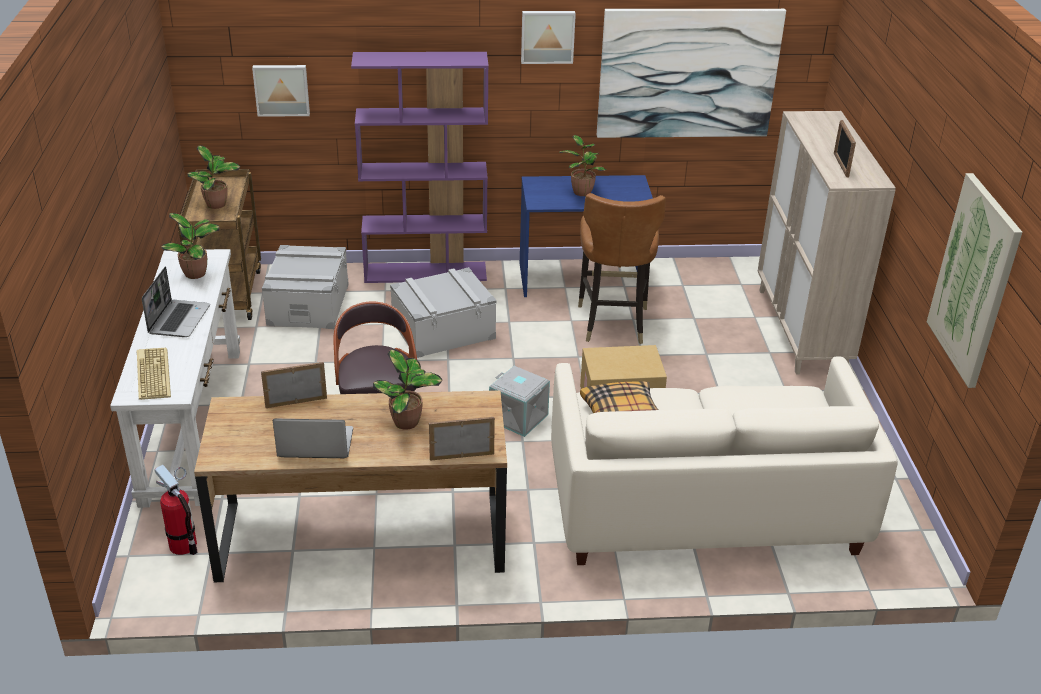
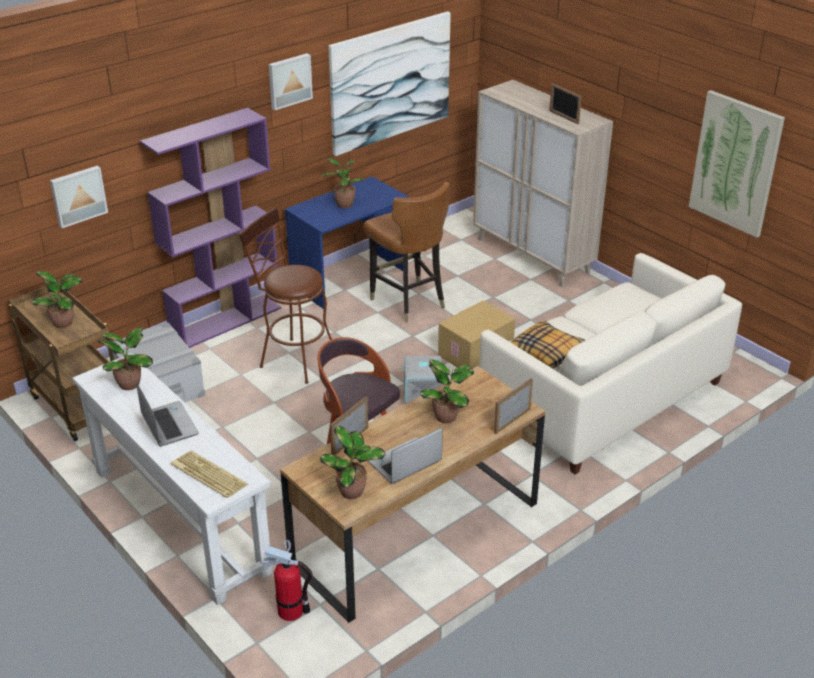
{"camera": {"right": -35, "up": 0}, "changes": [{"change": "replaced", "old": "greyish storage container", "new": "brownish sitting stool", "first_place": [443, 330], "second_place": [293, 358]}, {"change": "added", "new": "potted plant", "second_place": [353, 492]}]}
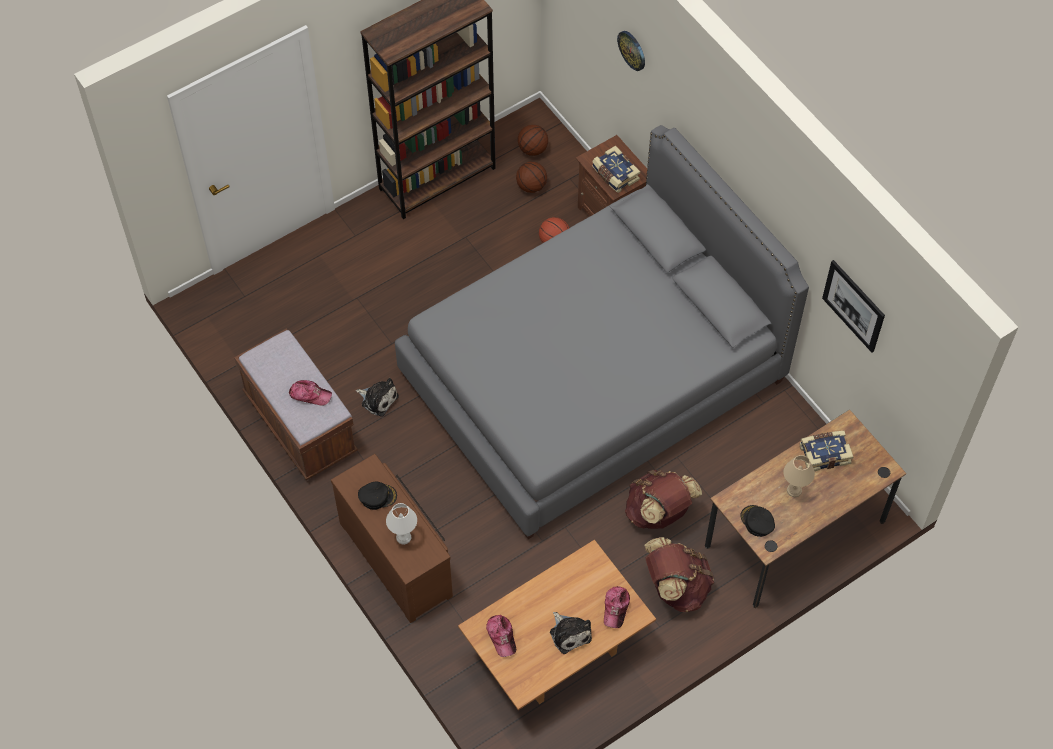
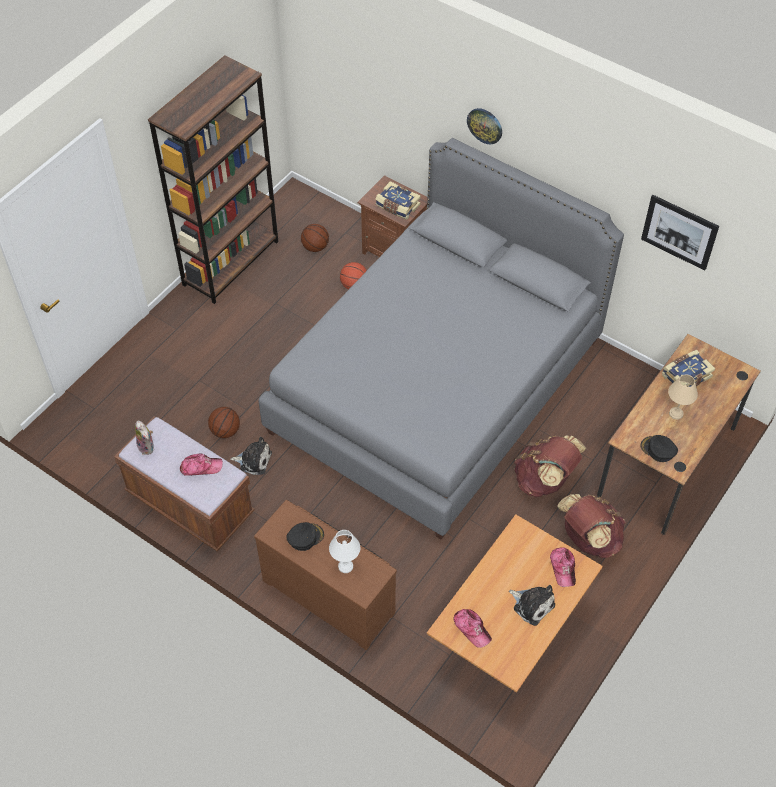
{"camera": {"right": -20, "up": -5}, "changes": [{"change": "moved", "old": "basketball ball", "first_place": [532, 149], "second_place": [225, 431]}, {"change": "moved", "old": "wall clock", "first_place": [632, 50], "second_place": [485, 125]}, {"change": "added", "new": "soft toy", "second_place": [147, 447]}]}
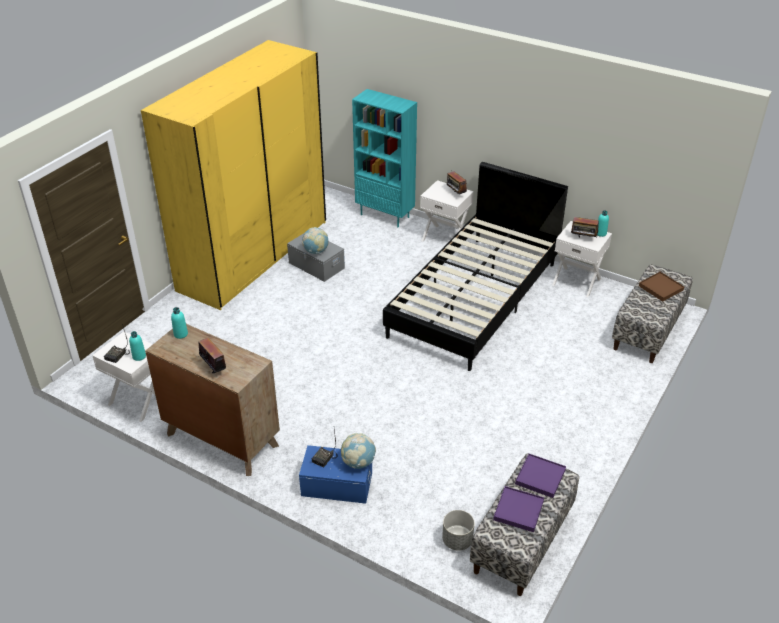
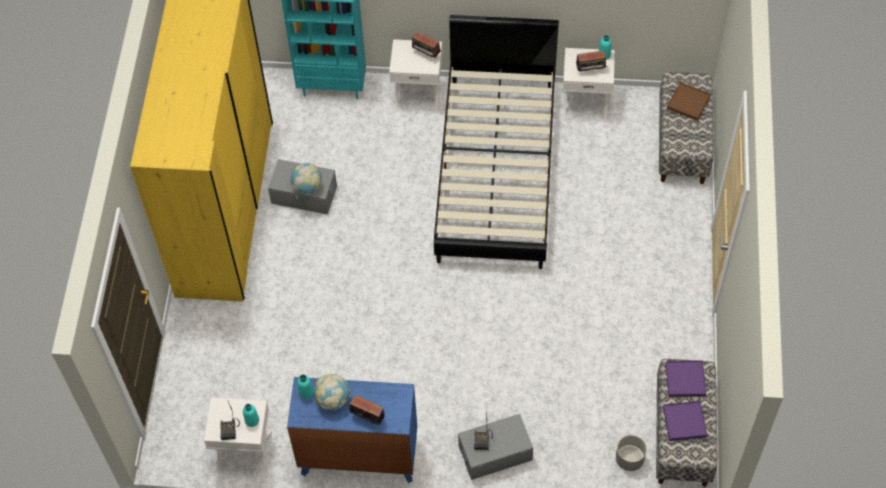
{"camera": {"right": -25, "up": 20}, "changes": [{"change": "recoloured", "old": "brownish chest of drawers", "new": "bluish chest of drawers", "first_place": [222, 439], "second_place": [358, 455]}, {"change": "recoloured", "old": "bluish storage container", "new": "greyish storage container", "first_place": [336, 483], "second_place": [494, 452]}, {"change": "moved", "old": "world globe", "first_place": [358, 462], "second_place": [333, 399]}]}
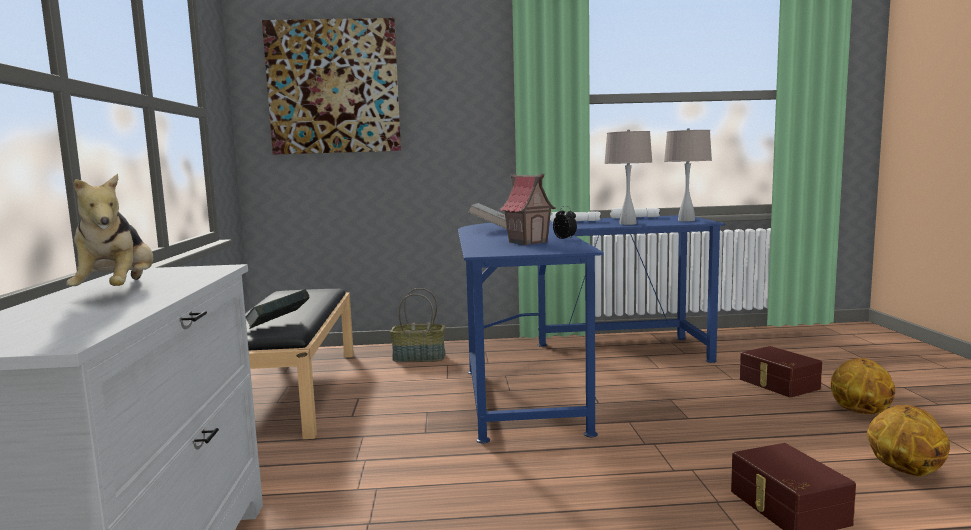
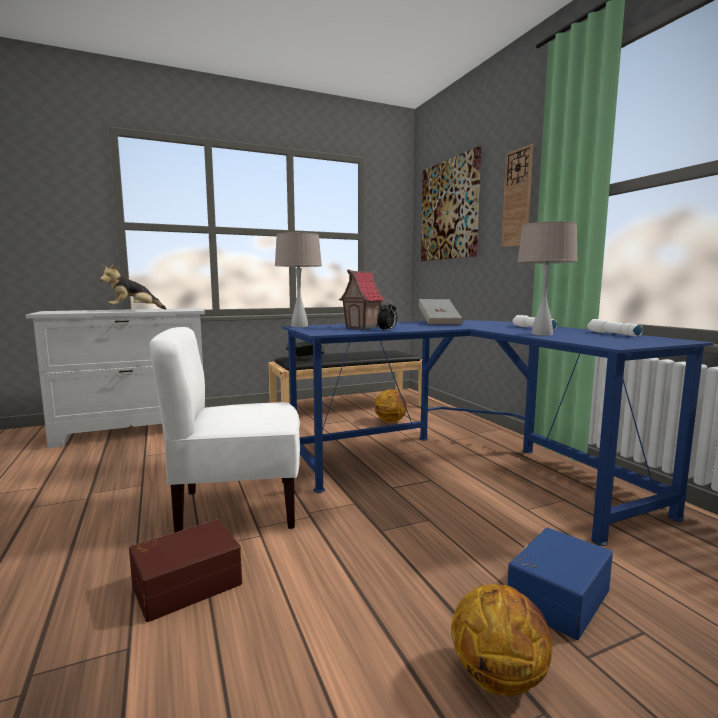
{"camera": {"right": 70, "up": 0}, "changes": [{"change": "removed", "old": "storage basket", "first_place": [418, 358]}, {"change": "moved", "old": "sand-coloured table lamp", "first_place": [686, 220], "second_place": [299, 326]}, {"change": "recoloured", "old": "brownish storage container", "new": "bluish storage container", "first_place": [778, 384], "second_place": [555, 596]}, {"change": "moved", "old": "basketball ball", "first_place": [904, 470], "second_place": [391, 421]}, {"change": "added", "new": "whitish upright chair", "second_place": [237, 508]}, {"change": "added", "new": "wall clock", "second_place": [517, 198]}]}
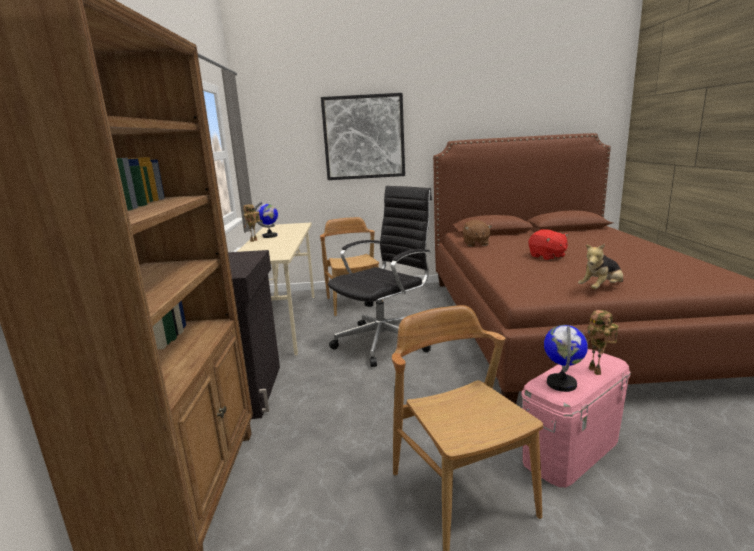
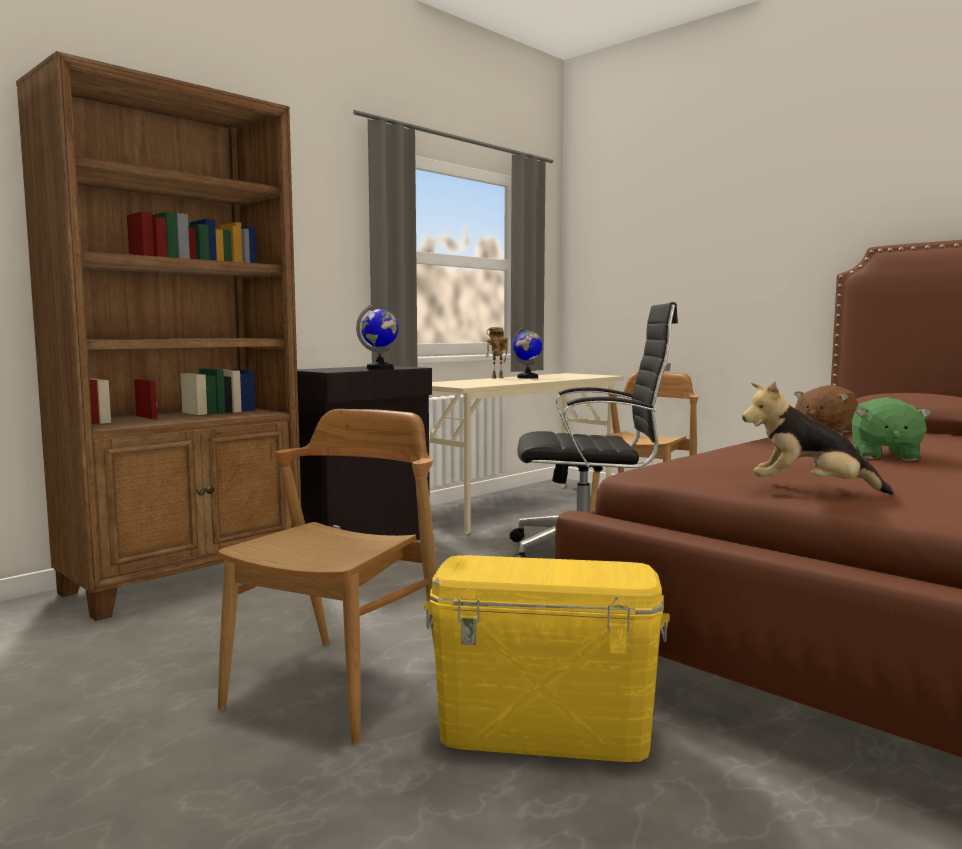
{"camera": {"right": 45, "up": -10}, "changes": [{"change": "removed", "old": "wall picture", "first_place": [364, 137]}, {"change": "recoloured", "old": "pink storage container", "new": "yellow-coloured storage container", "first_place": [571, 450], "second_place": [545, 730]}, {"change": "recoloured", "old": "red-coloured soft toy", "new": "green-coloured soft toy", "first_place": [547, 256], "second_place": [884, 456]}, {"change": "moved", "old": "world globe", "first_place": [562, 384], "second_place": [380, 368]}, {"change": "removed", "old": "model robot", "first_place": [597, 371]}]}
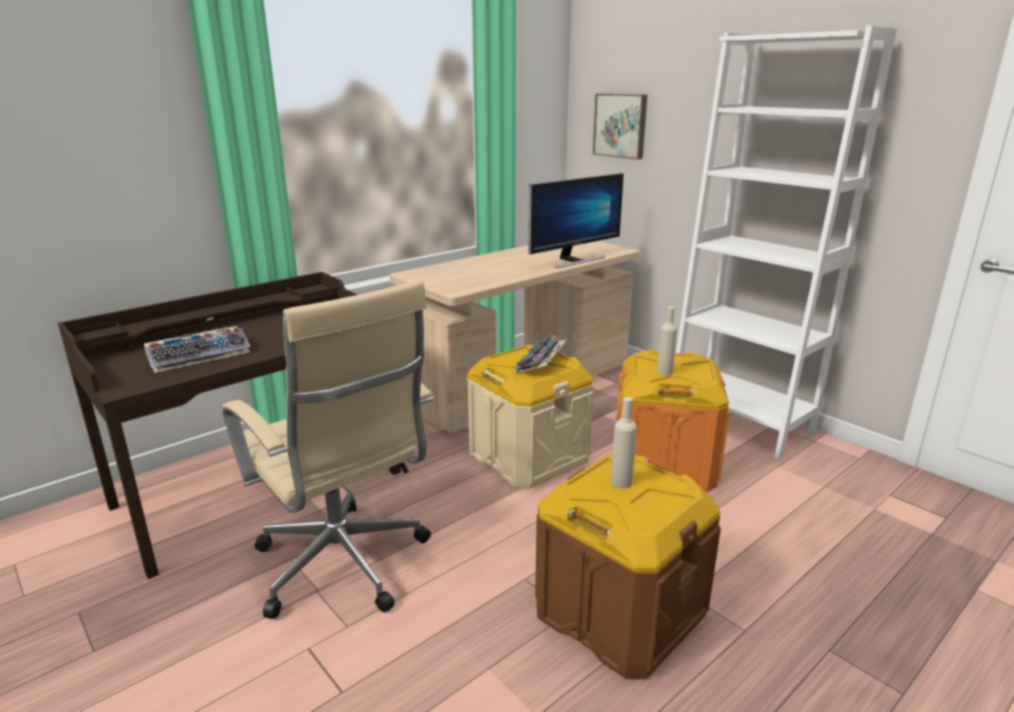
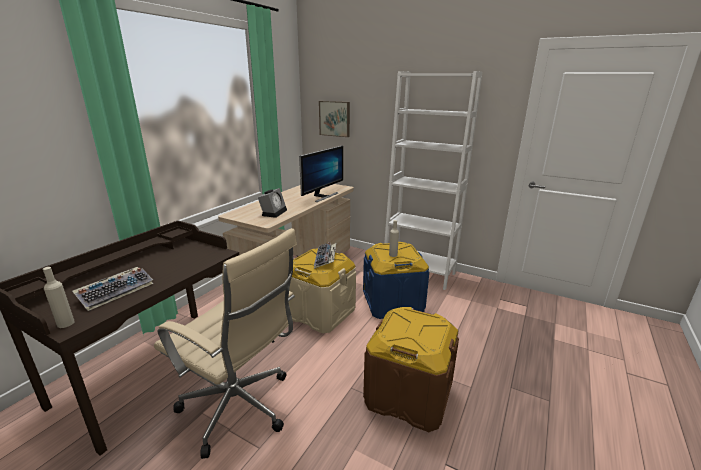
{"camera": {"right": -20, "up": 0}, "changes": [{"change": "moved", "old": "sand-coloured beverage bottle", "first_place": [621, 482], "second_place": [65, 323]}, {"change": "recoloured", "old": "orangey storage container", "new": "bluish storage container", "first_place": [664, 463], "second_place": [393, 303]}, {"change": "added", "new": "bedside clock", "second_place": [273, 212]}]}
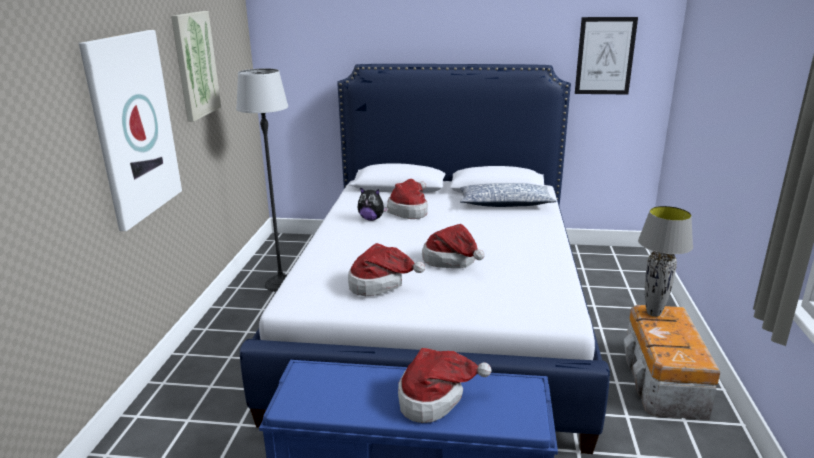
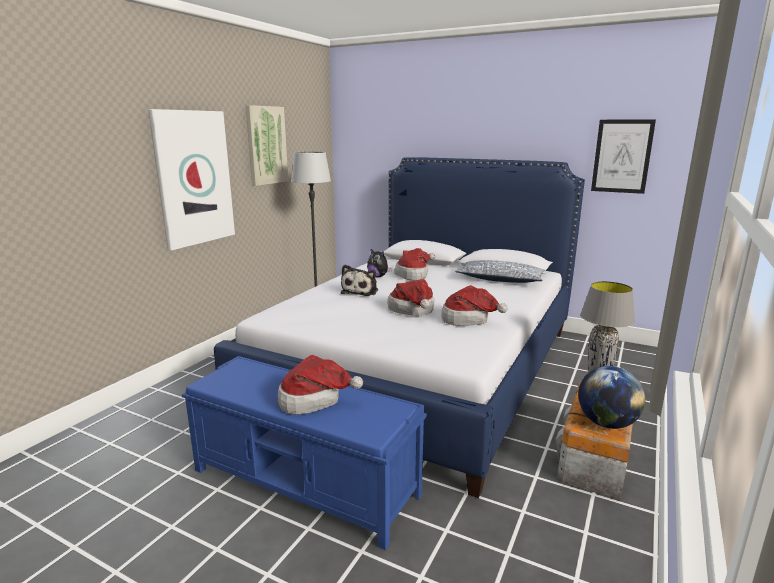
{"camera": {"right": 20, "up": -5}, "changes": [{"change": "moved", "old": "hat", "first_place": [380, 284], "second_place": [469, 319]}, {"change": "added", "new": "soft toy", "second_place": [361, 291]}, {"change": "added", "new": "world globe", "second_place": [606, 423]}]}
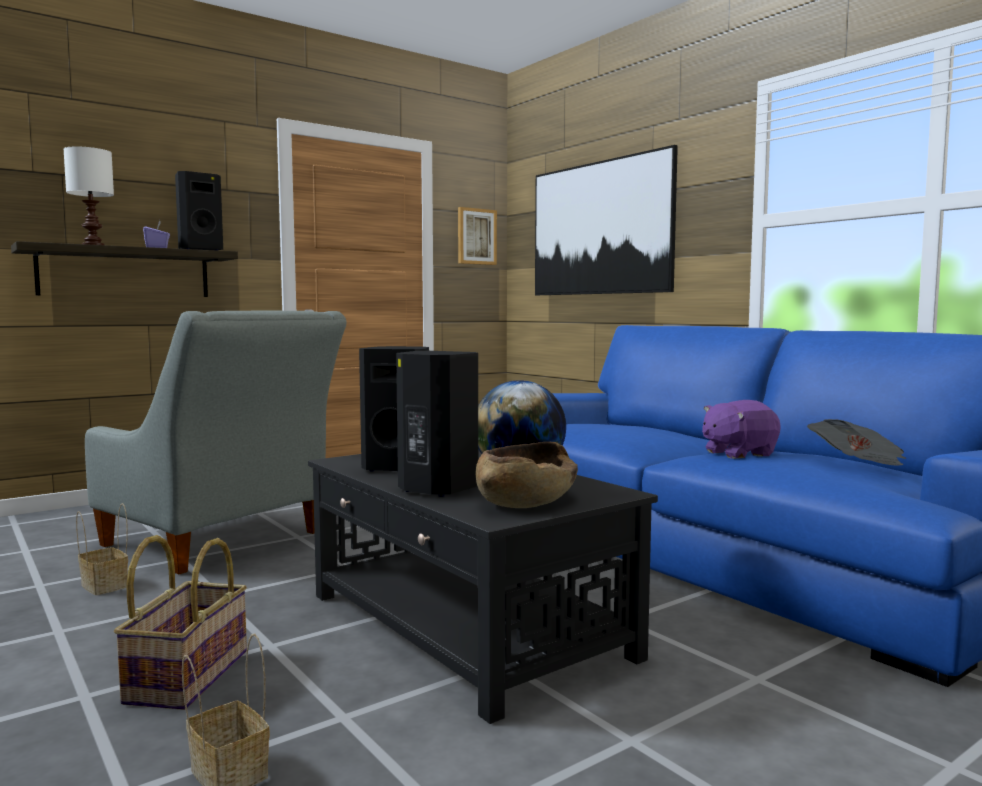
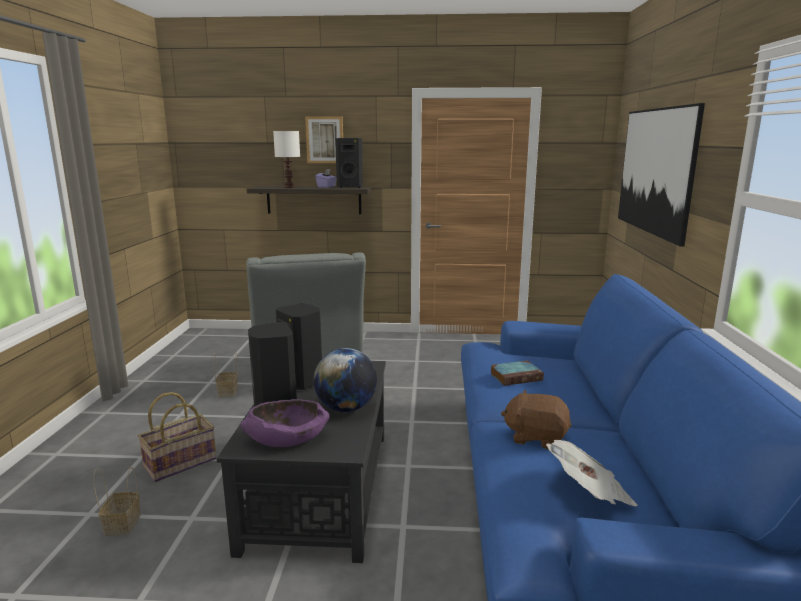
{"camera": {"right": 40, "up": 10}, "changes": [{"change": "moved", "old": "wall picture", "first_place": [476, 236], "second_place": [325, 140]}, {"change": "recoloured", "old": "brownish serving bowl", "new": "purplish serving bowl", "first_place": [526, 501], "second_place": [287, 438]}, {"change": "recoloured", "old": "purplish soft toy", "new": "brownish soft toy", "first_place": [738, 453], "second_place": [536, 437]}, {"change": "added", "new": "volume", "second_place": [516, 376]}]}
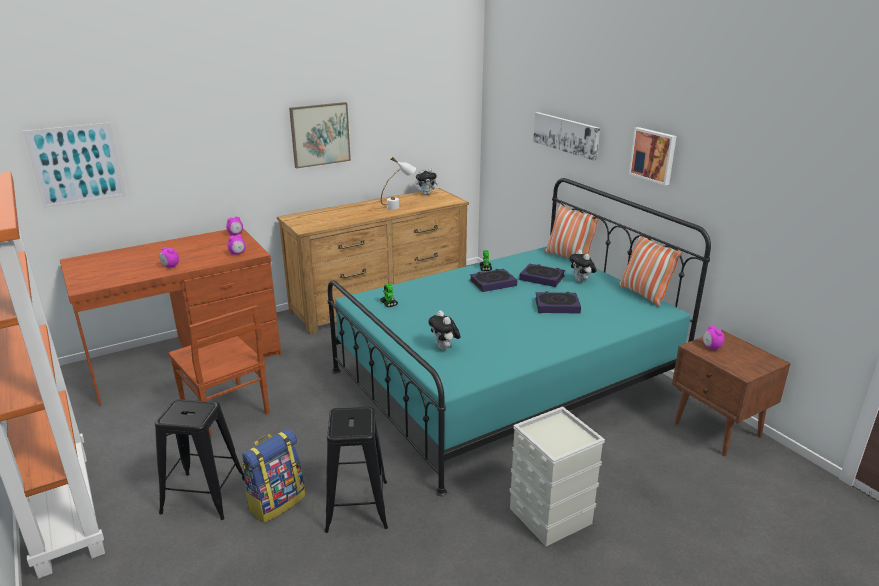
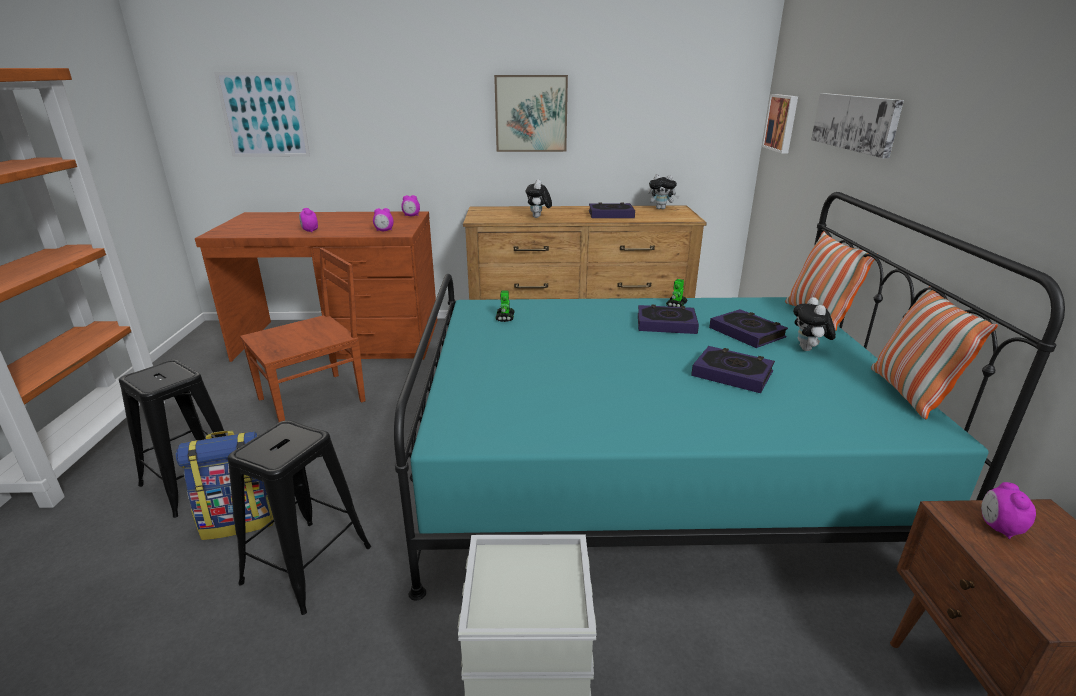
{"camera": {"right": 30, "up": 0}, "changes": [{"change": "turned", "old": "brownish upright chair", "first_place": [225, 410], "second_place": [315, 399], "degrees": -120}, {"change": "replaced", "old": "whitish table lamp", "new": "volume", "first_place": [398, 206], "second_place": [611, 214]}, {"change": "moved", "old": "soft toy", "first_place": [444, 348], "second_place": [538, 217]}, {"change": "moved", "old": "wall picture", "first_place": [653, 155], "second_place": [782, 123]}]}
